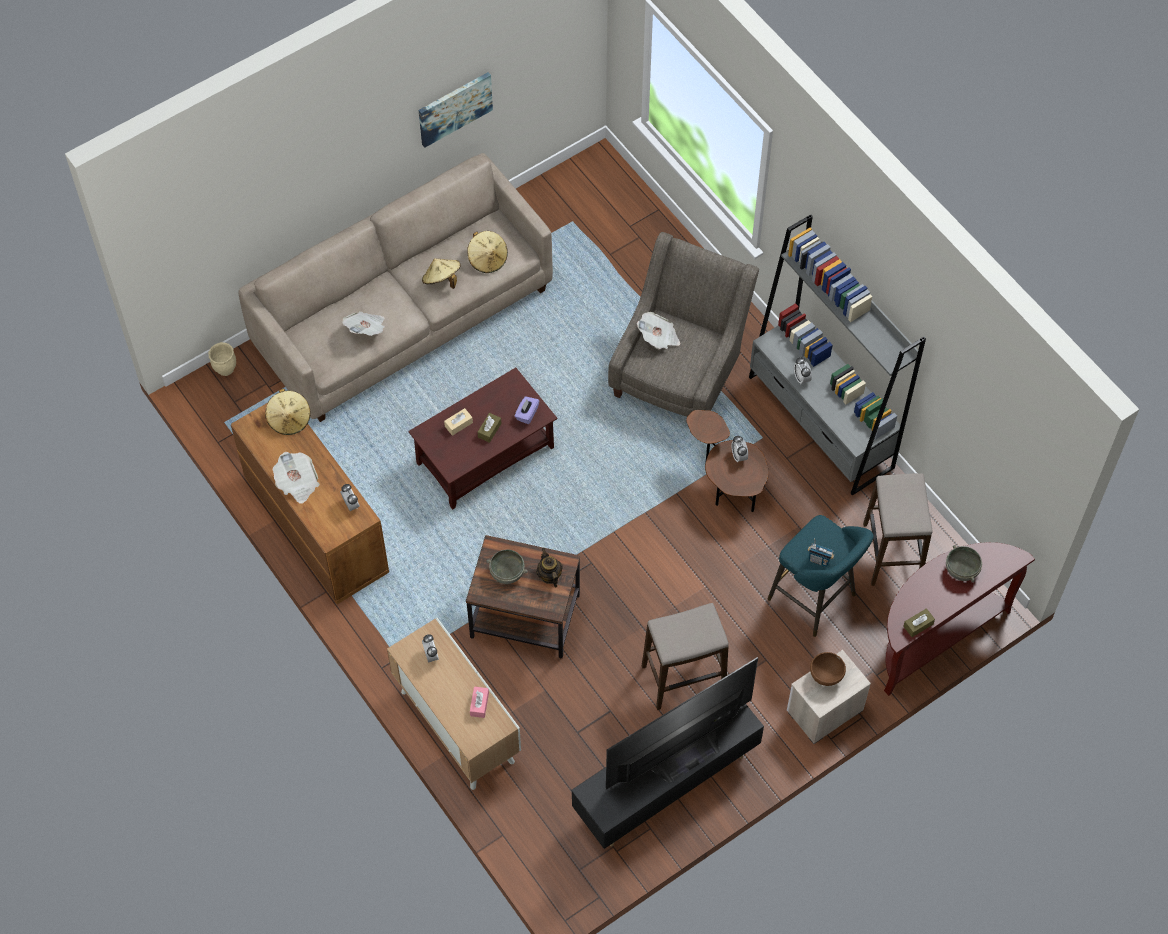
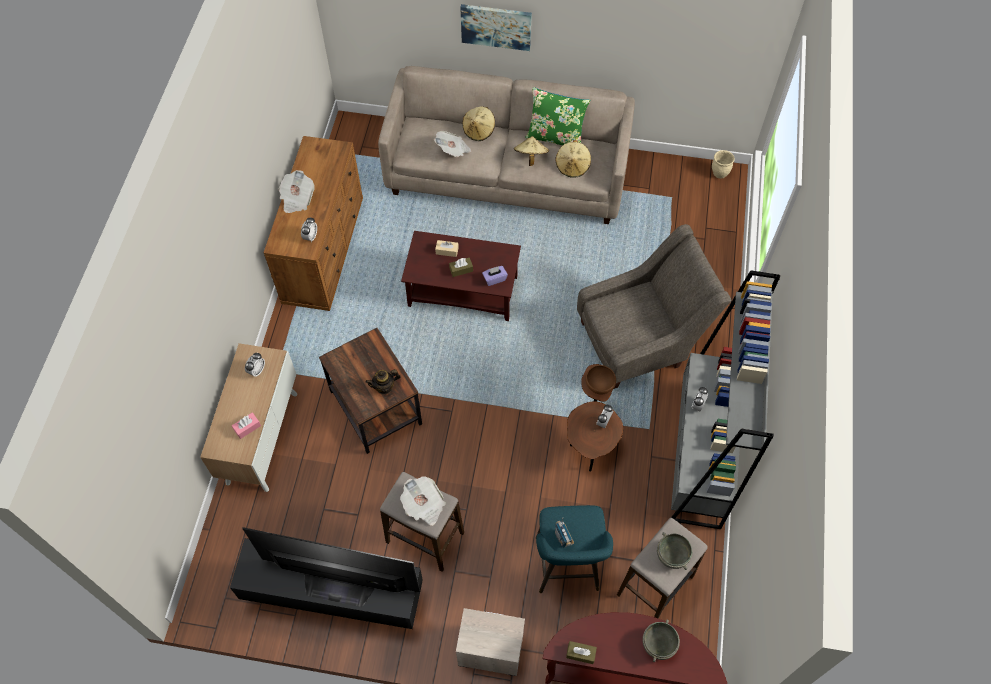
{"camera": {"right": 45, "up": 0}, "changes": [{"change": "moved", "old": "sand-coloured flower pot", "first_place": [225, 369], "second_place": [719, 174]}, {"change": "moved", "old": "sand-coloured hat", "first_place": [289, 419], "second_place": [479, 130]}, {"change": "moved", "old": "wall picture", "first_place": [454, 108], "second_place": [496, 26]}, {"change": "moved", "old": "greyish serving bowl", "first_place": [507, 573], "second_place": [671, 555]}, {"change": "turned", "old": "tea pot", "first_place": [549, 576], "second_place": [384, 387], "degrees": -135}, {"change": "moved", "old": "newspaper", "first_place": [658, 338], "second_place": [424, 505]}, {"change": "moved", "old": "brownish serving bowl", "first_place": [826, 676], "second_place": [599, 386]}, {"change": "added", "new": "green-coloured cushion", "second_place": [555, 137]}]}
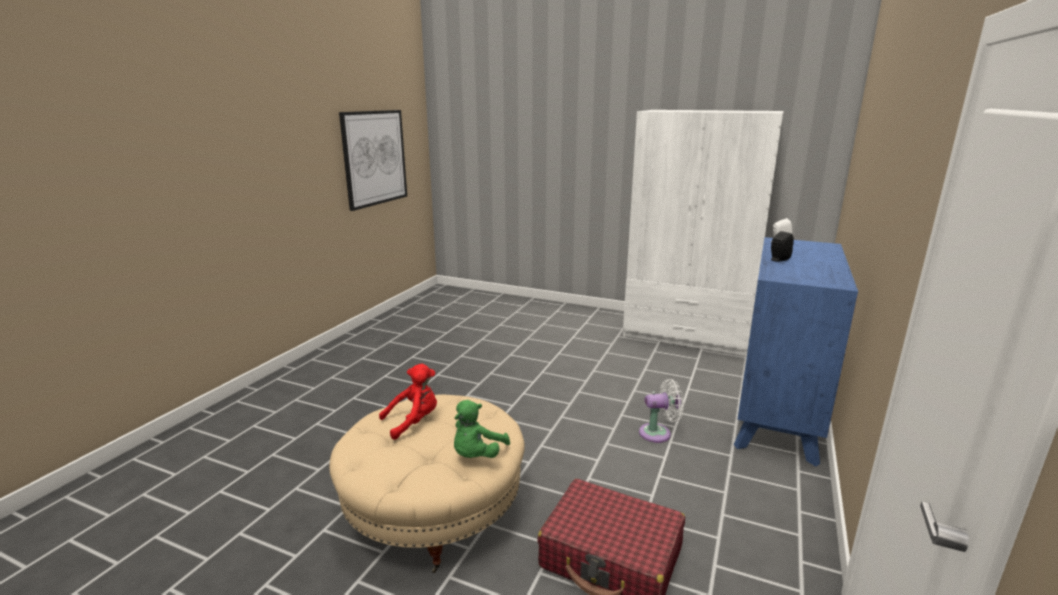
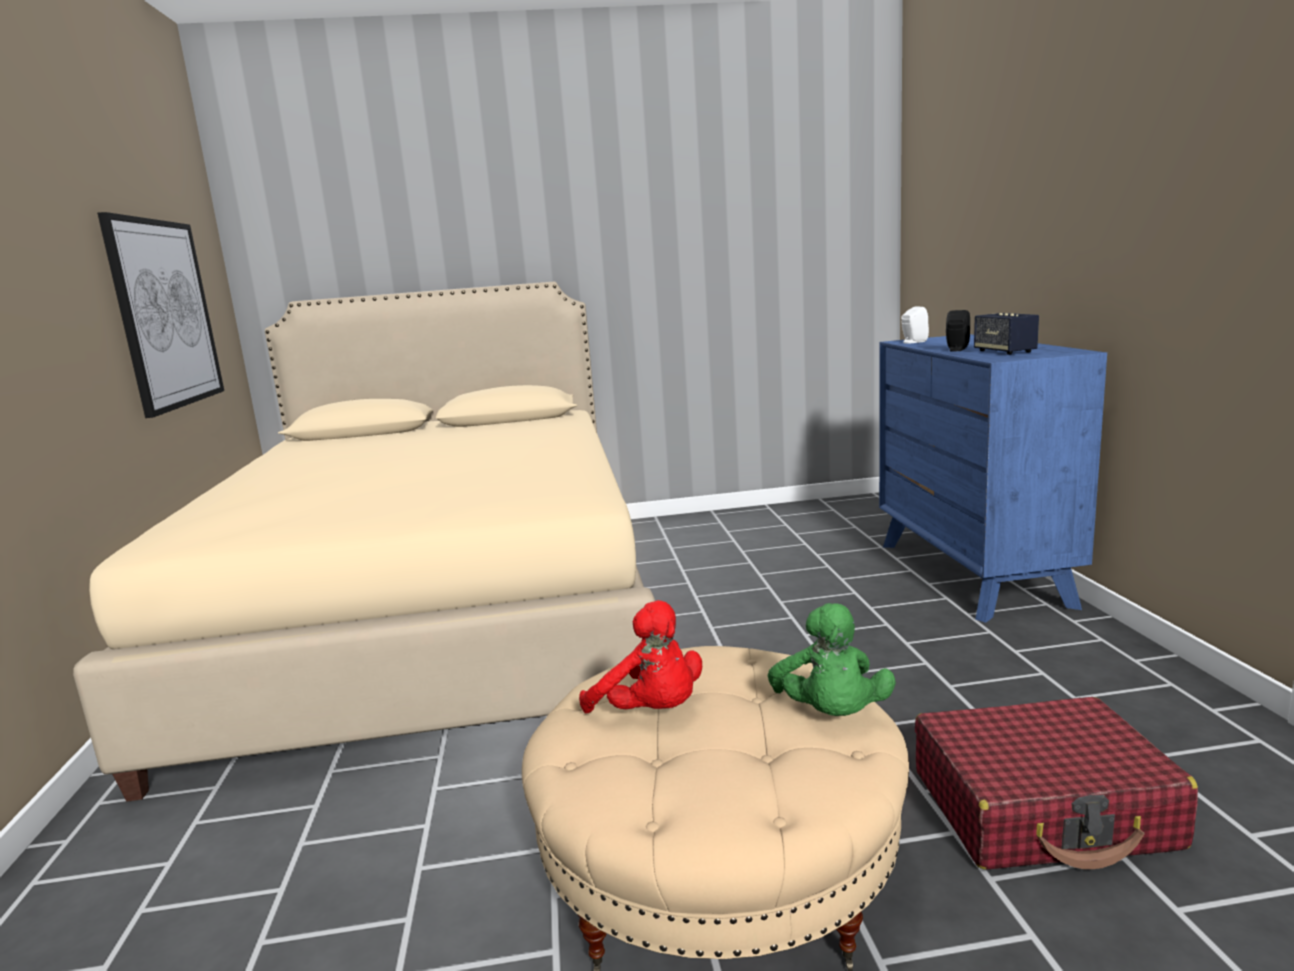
{"camera": {"right": -30, "up": -5}, "changes": [{"change": "turned", "old": "red-coloured soft toy", "first_place": [413, 422], "second_place": [651, 712], "degrees": 105}, {"change": "removed", "old": "whitish armoire", "first_place": [687, 334]}, {"change": "removed", "old": "whitish cooling fan", "first_place": [658, 433]}, {"change": "added", "new": "sand-coloured bedroom bed", "second_place": [438, 618]}, {"change": "added", "new": "speaker", "second_place": [1004, 351]}]}
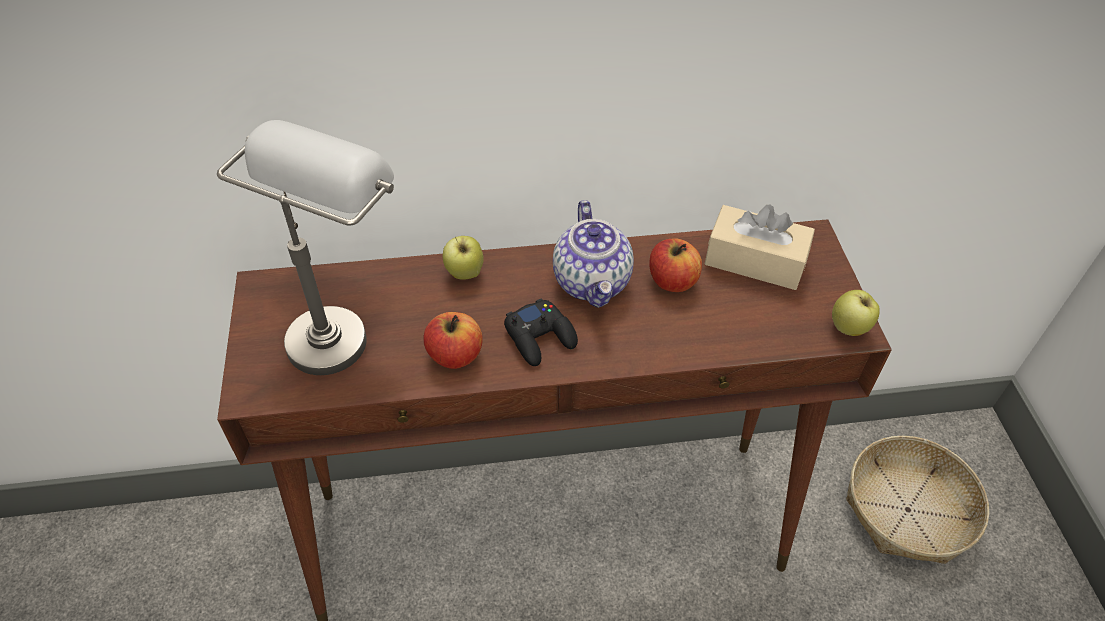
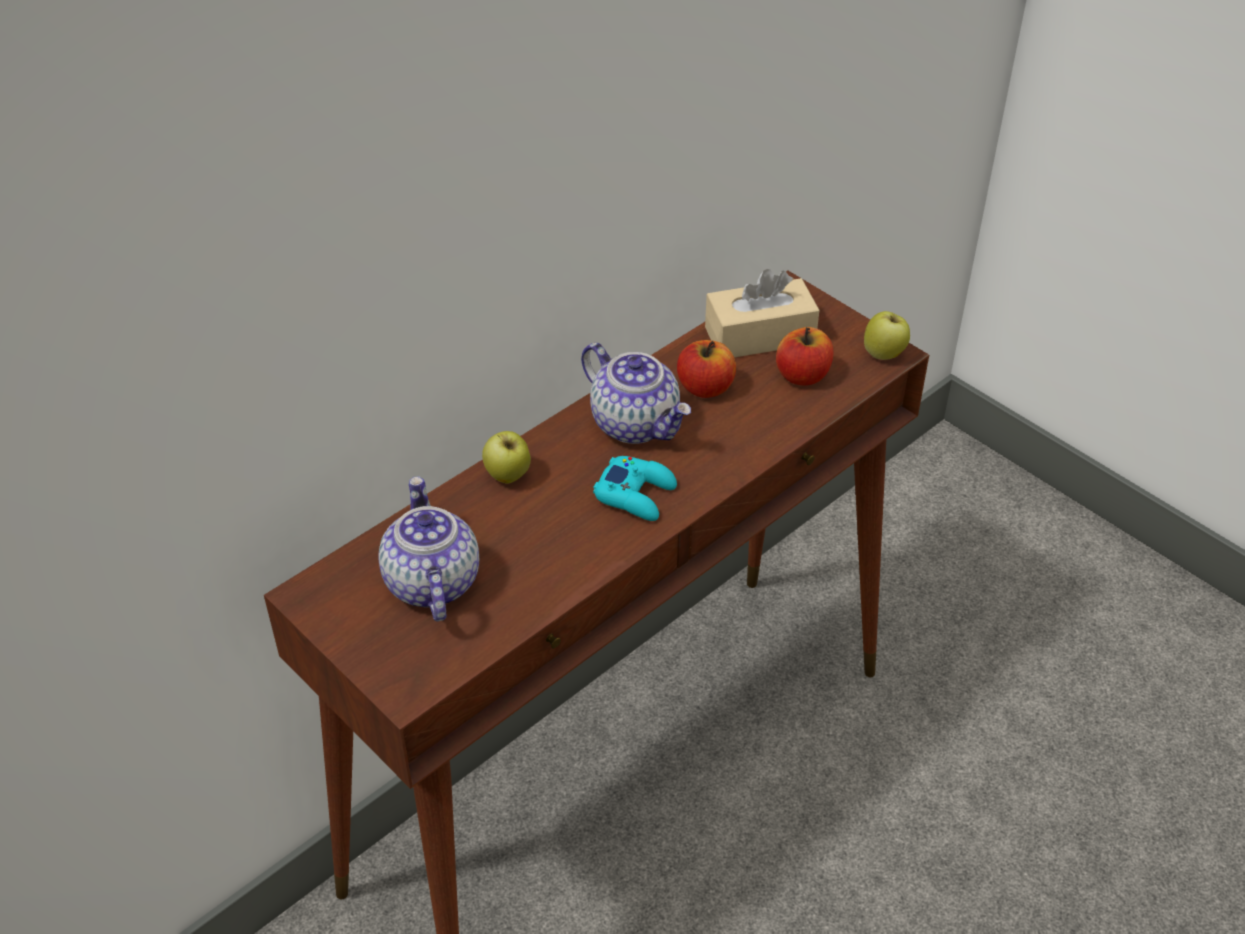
{"camera": {"right": -35, "up": -5}, "changes": [{"change": "replaced", "old": "greyish table lamp", "new": "tea pot", "first_place": [340, 323], "second_place": [430, 582]}, {"change": "moved", "old": "apple", "first_place": [455, 355], "second_place": [802, 375]}, {"change": "recoloured", "old": "black game controller", "new": "turquoise-coloured game controller", "first_place": [540, 337], "second_place": [636, 494]}, {"change": "removed", "old": "storage basket", "first_place": [907, 510]}]}
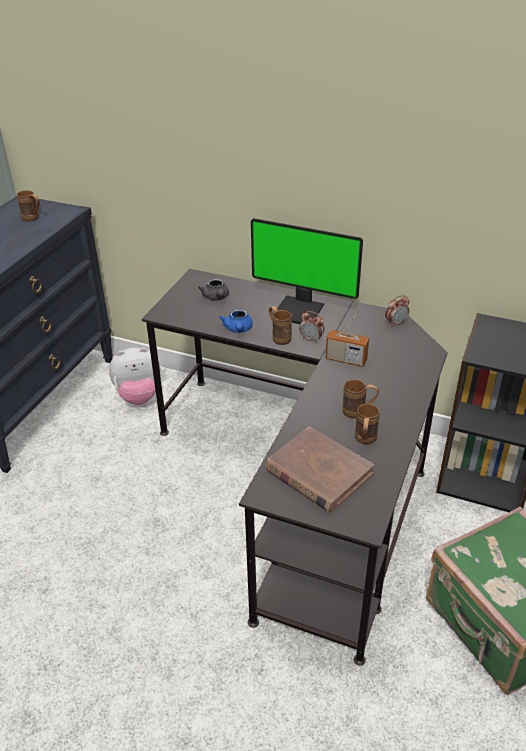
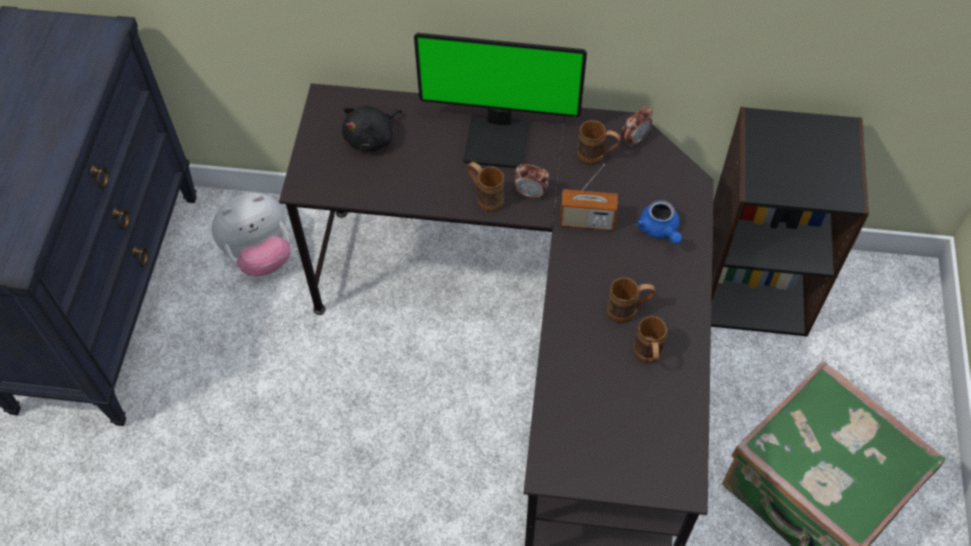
{"camera": {"right": -15, "up": 20}, "changes": [{"change": "moved", "old": "brownish coffee mug", "first_place": [33, 219], "second_place": [596, 157]}, {"change": "replaced", "old": "greyish tea pot", "new": "black soft toy", "first_place": [216, 298], "second_place": [372, 137]}, {"change": "moved", "old": "bluish tea pot", "first_place": [238, 329], "second_place": [660, 230]}, {"change": "removed", "old": "brownish volume", "first_place": [318, 473]}]}
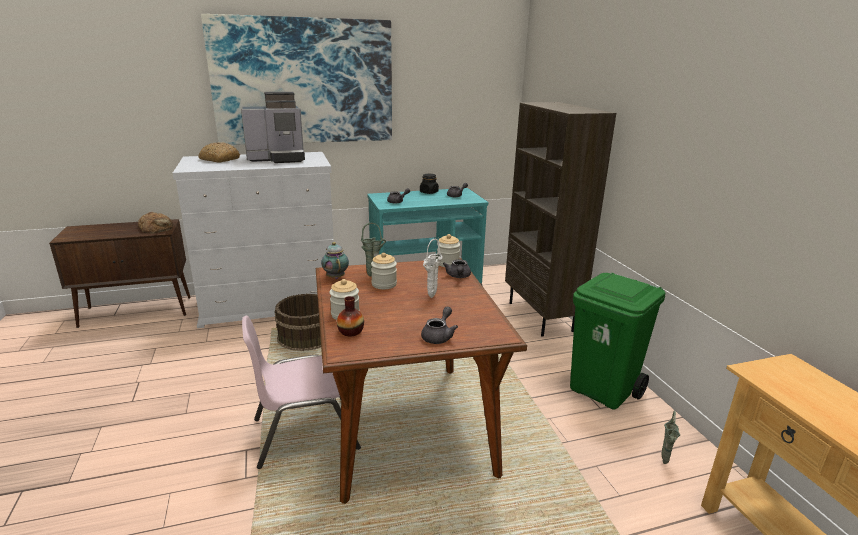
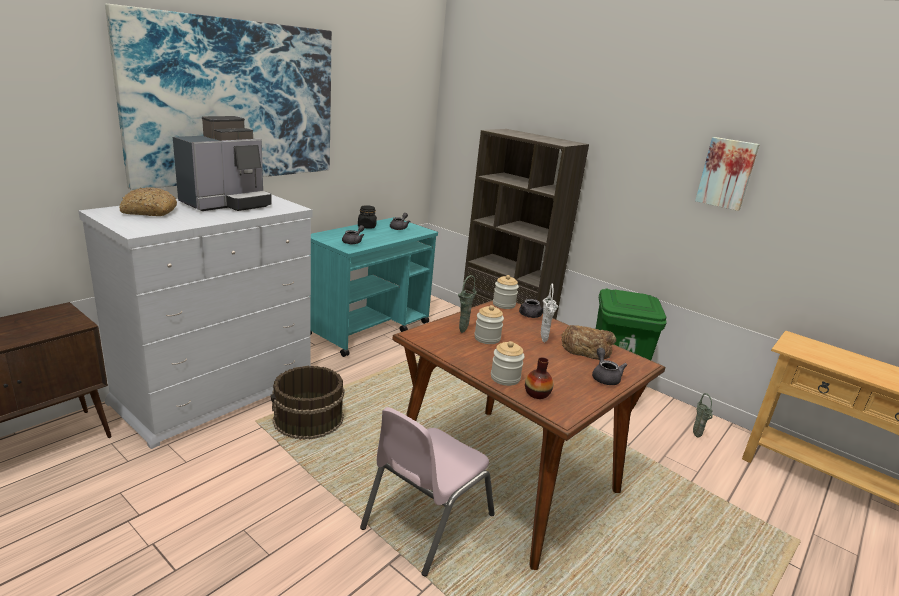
{"camera": {"right": -35, "up": 0}, "changes": [{"change": "moved", "old": "bakery bread", "first_place": [157, 227], "second_place": [586, 347]}, {"change": "removed", "old": "tea pot", "first_place": [335, 277]}, {"change": "added", "new": "wall picture", "second_place": [727, 173]}]}
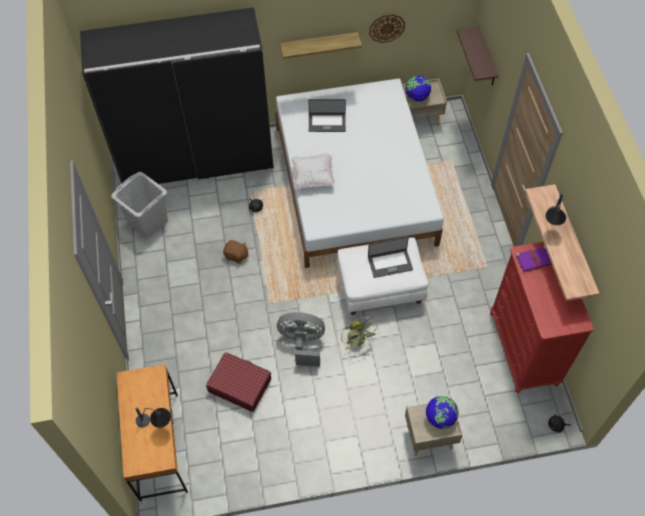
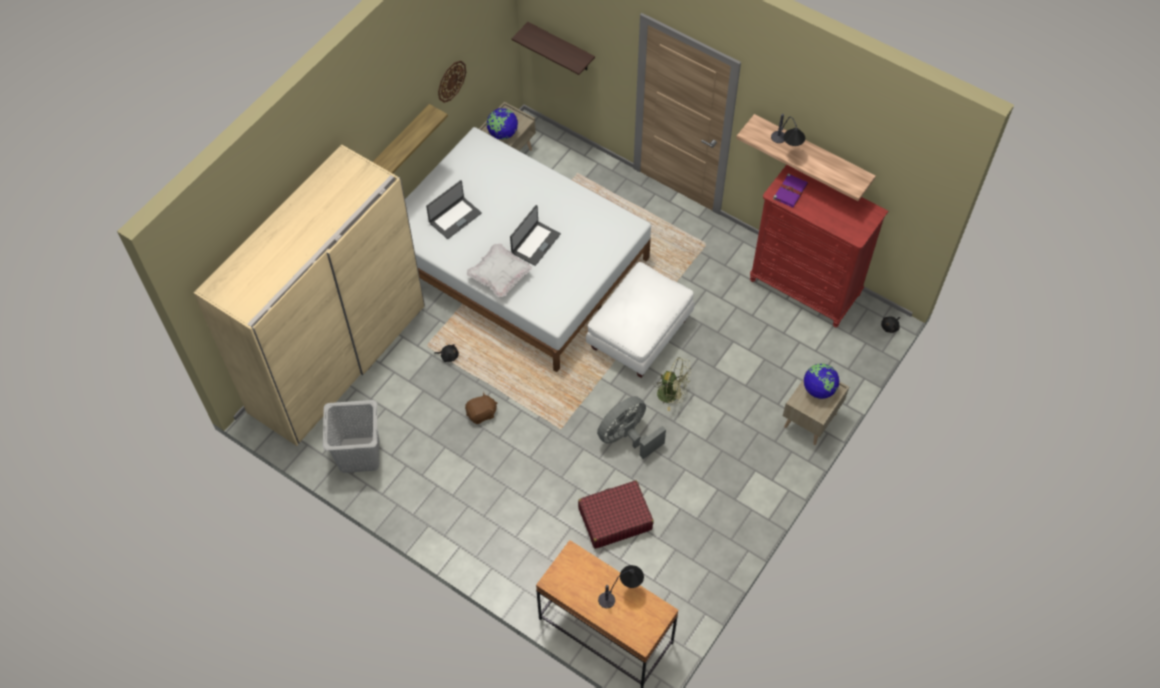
{"camera": {"right": -45, "up": 0}, "changes": [{"change": "recoloured", "old": "black armoire", "new": "sand-coloured armoire", "first_place": [197, 159], "second_place": [337, 358]}, {"change": "moved", "old": "laptop", "first_place": [390, 263], "second_place": [535, 243]}]}
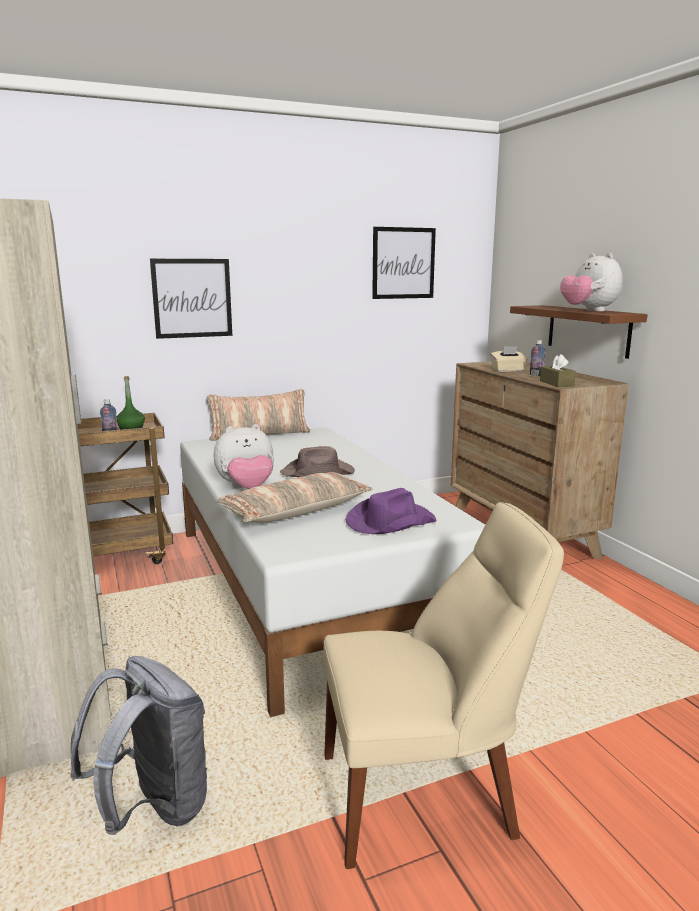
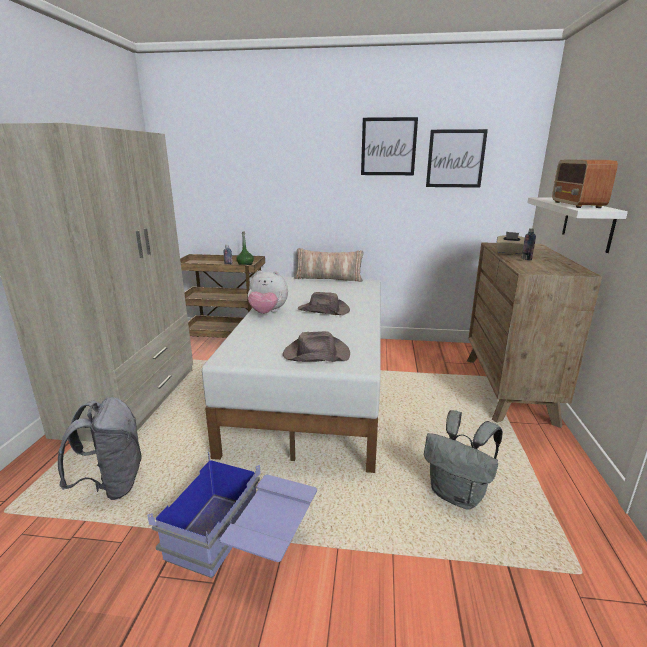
{"camera": {"right": 30, "up": 5}, "changes": [{"change": "moved", "old": "wall picture", "first_place": [192, 298], "second_place": [388, 147]}, {"change": "removed", "old": "cushion", "first_place": [295, 511]}, {"change": "replaced", "old": "sand-coloured upright chair", "new": "bluish storage container", "first_place": [425, 795], "second_place": [242, 544]}, {"change": "recoloured", "old": "purplish hat", "new": "brownish hat", "first_place": [390, 522], "second_place": [315, 354]}, {"change": "recoloured", "old": "brownish bracket shelf", "new": "whitish bracket shelf", "first_place": [588, 330], "second_place": [587, 223]}, {"change": "removed", "old": "brownish box of tissues", "first_place": [556, 383]}, {"change": "replaced", "old": "soft toy", "new": "radio receiver", "first_place": [588, 311], "second_place": [577, 205]}, {"change": "added", "new": "greyish backpack", "second_place": [458, 495]}]}
